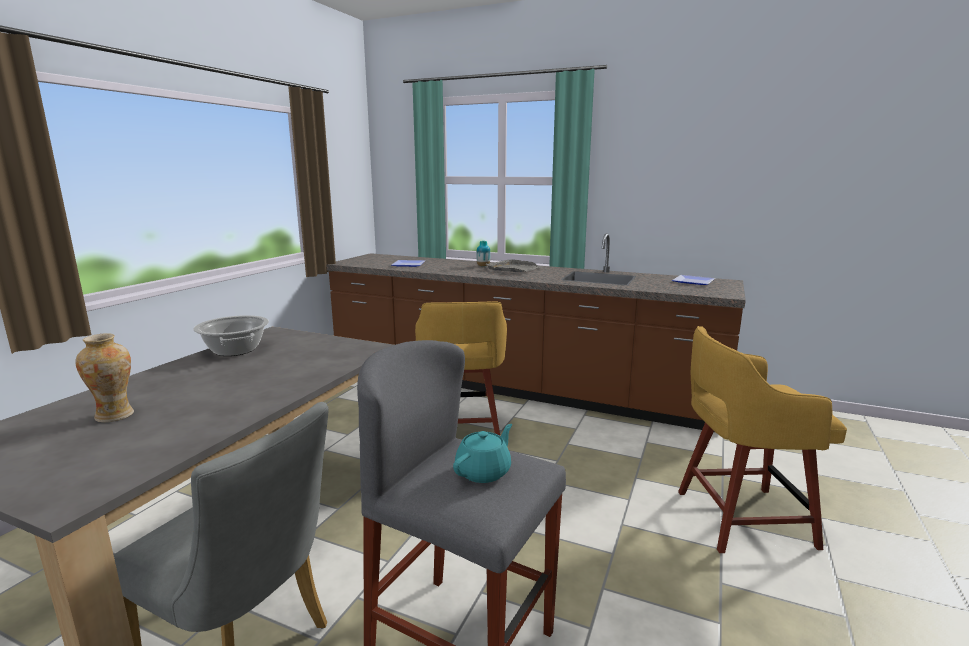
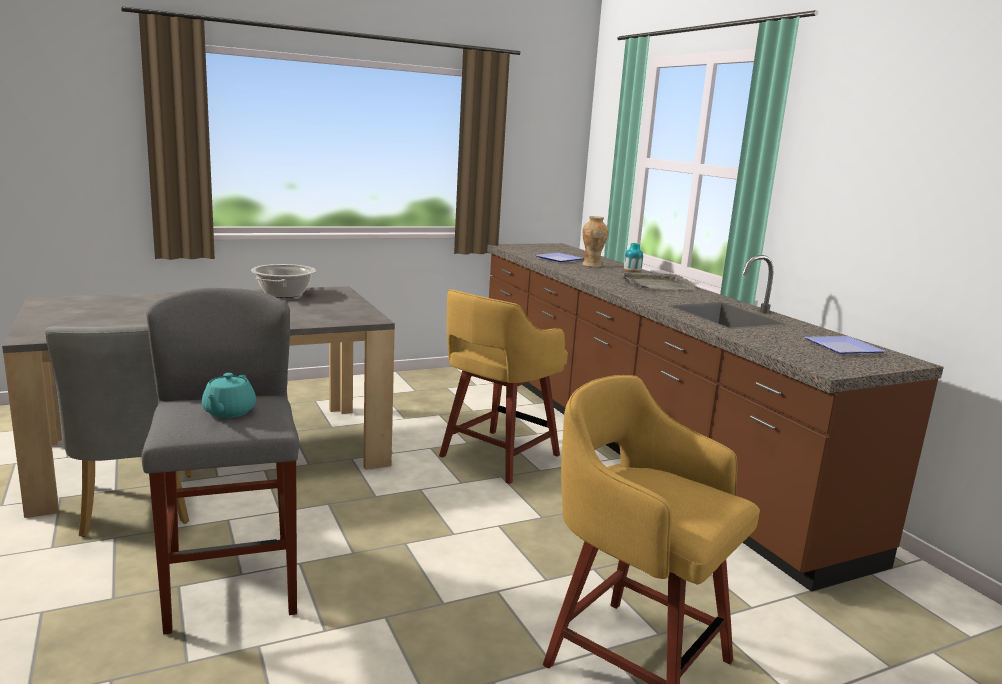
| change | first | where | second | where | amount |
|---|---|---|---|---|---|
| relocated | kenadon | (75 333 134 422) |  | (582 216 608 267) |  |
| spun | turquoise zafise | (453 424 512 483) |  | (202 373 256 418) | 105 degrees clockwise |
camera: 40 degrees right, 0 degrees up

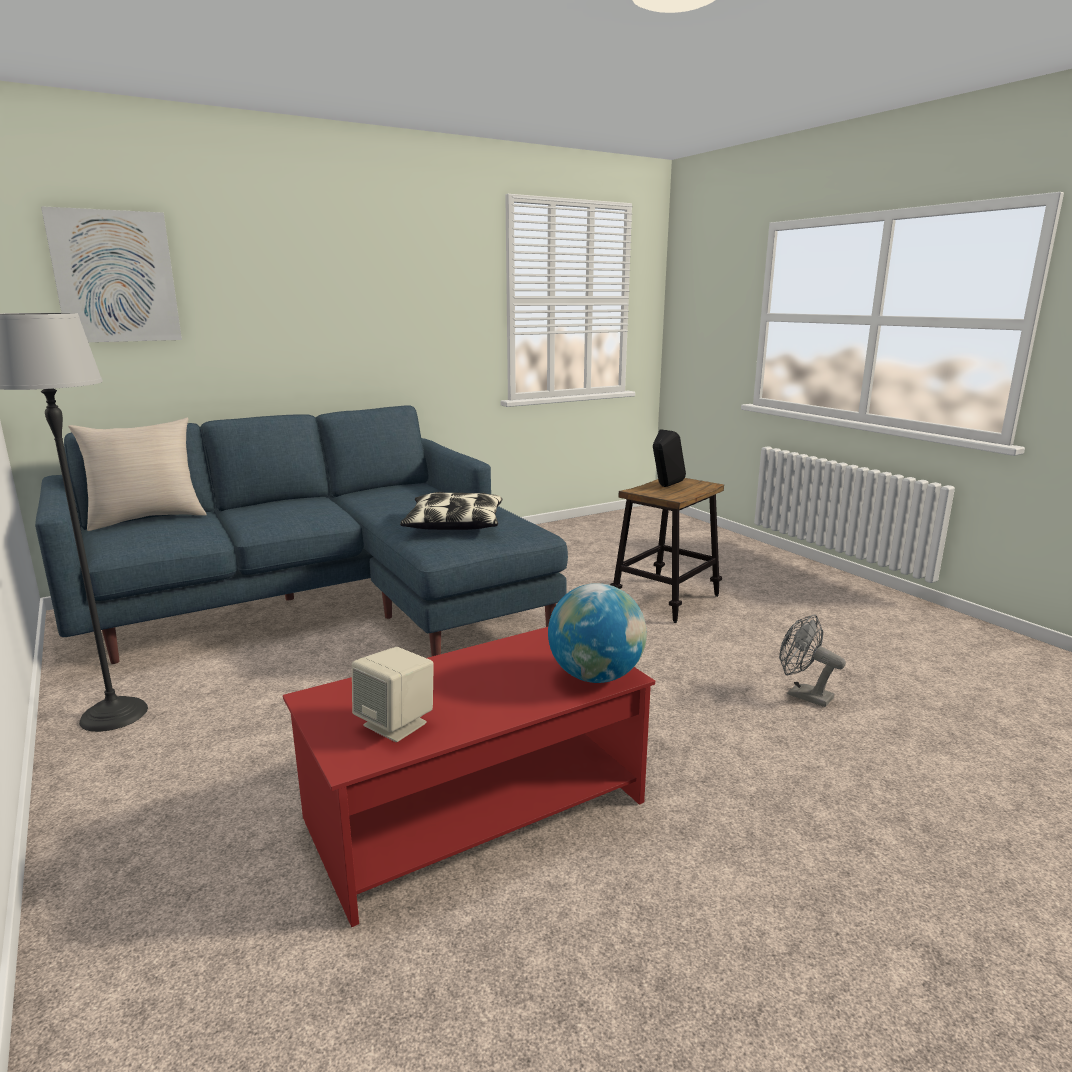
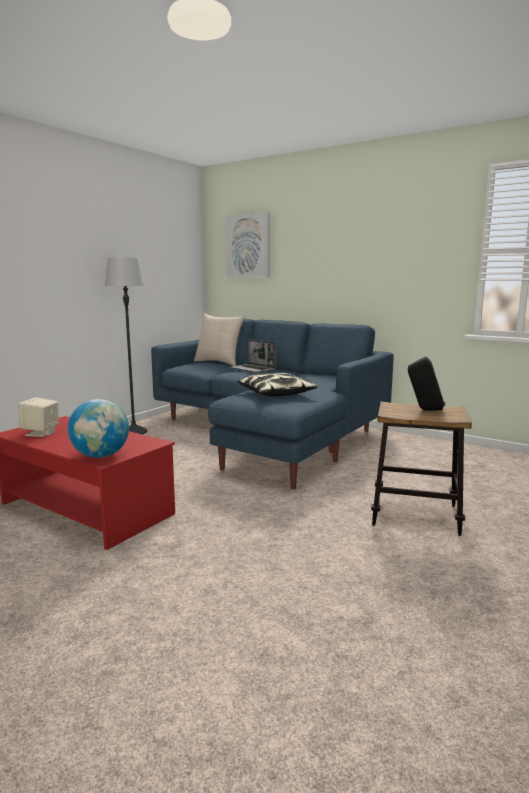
| change | first | where | second | where | amount |
|---|---|---|---|---|---|
| missing | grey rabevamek | (779 615 846 707) |  |  |  |
| appeared |  |  | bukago | (230 339 276 373) |  |
camera: 65 degrees right, 5 degrees down

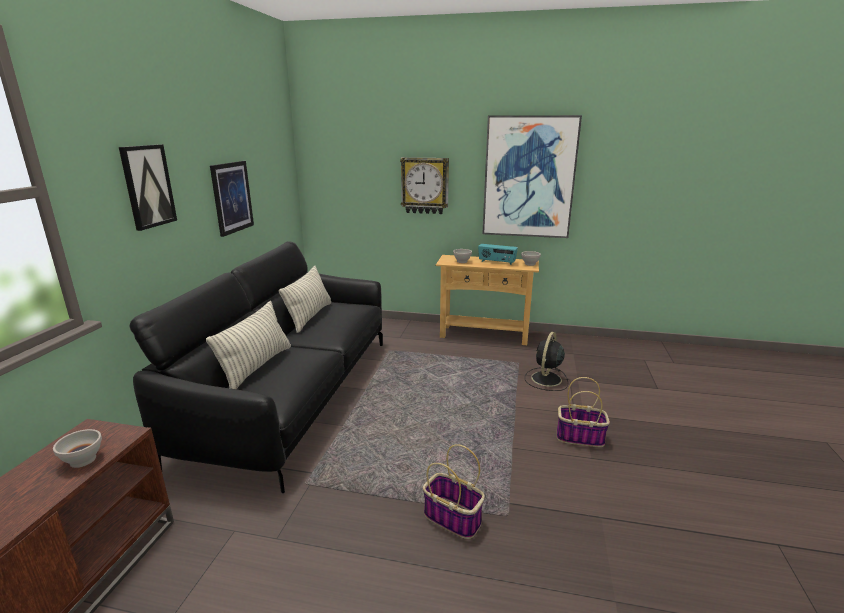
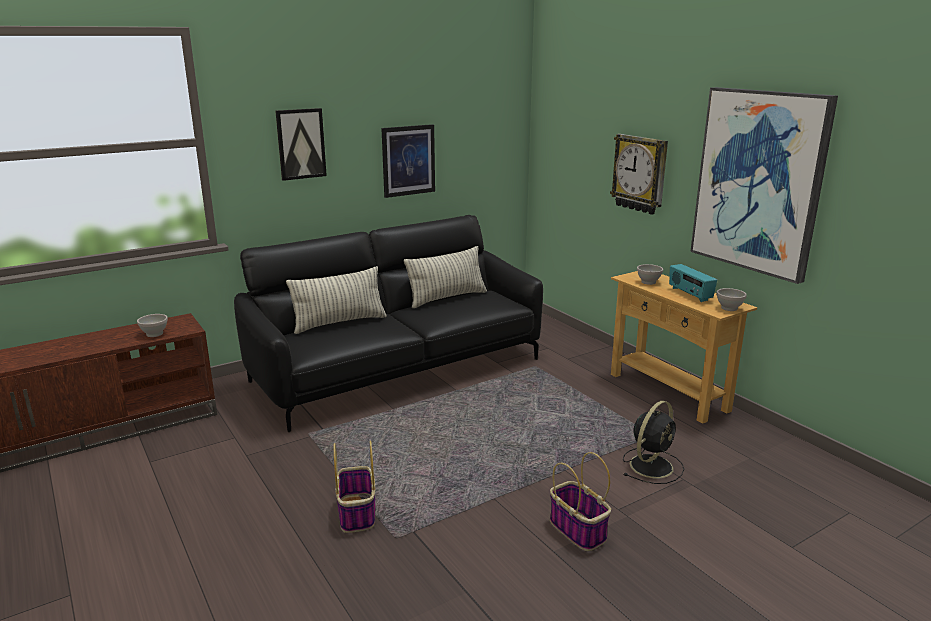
| change | first | where | second | where | amount |
|---|---|---|---|---|---|
| spun | black rabevamek | (525 332 568 391) |  | (623 401 684 484) | 150 degrees clockwise |
camera: 45 degrees right, 0 degrees up

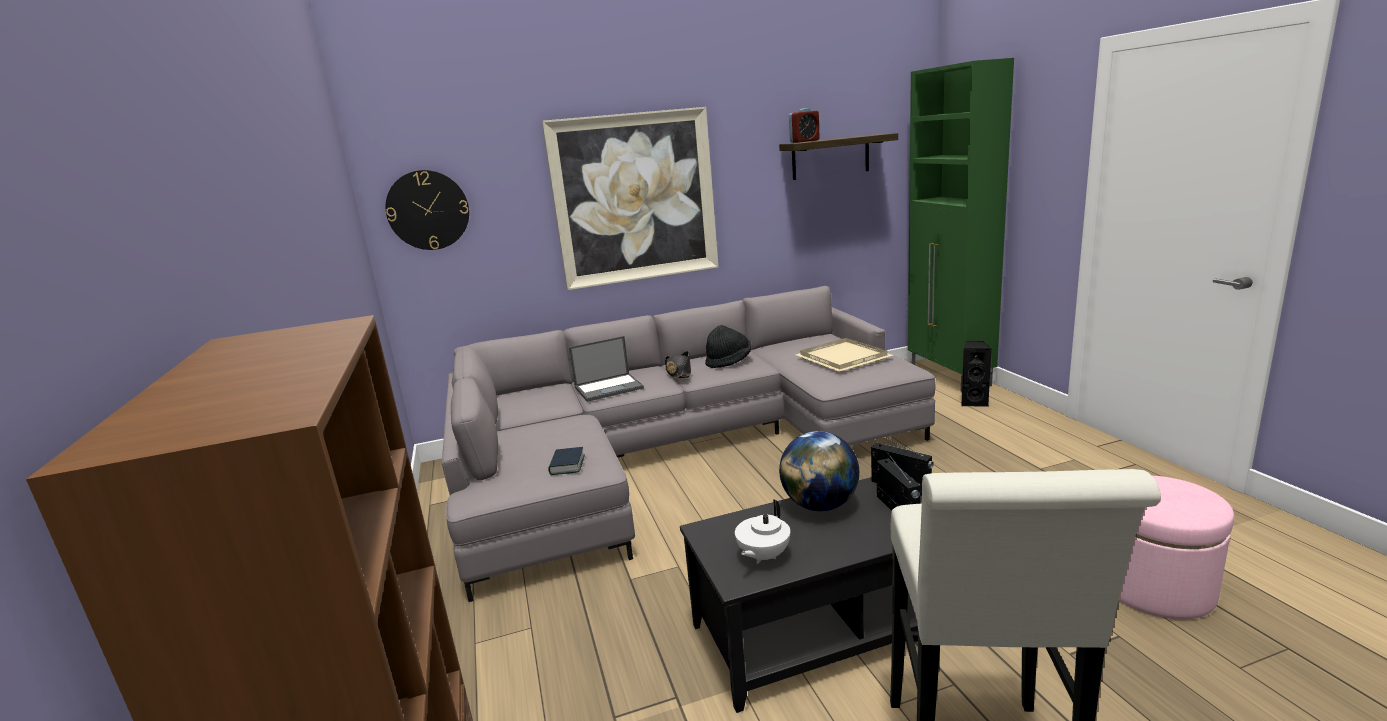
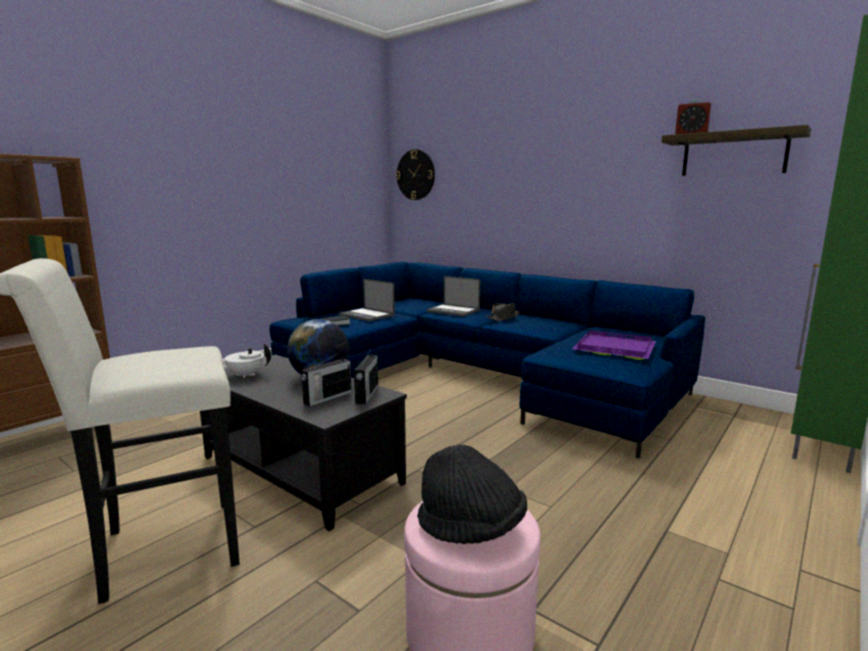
| change | first | where | second | where | amount |
|---|---|---|---|---|---|
| missing | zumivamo | (542 107 718 290) |  |  |  |
| missing | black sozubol | (961 341 992 407) |  |  |  |
| appeared |  |  | bukago | (339 278 395 322) |  |
| relocated | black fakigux | (705 325 751 368) |  | (417 445 527 544) |  |
| colour | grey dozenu | (442 286 936 602) | blue dozenu | (270 262 705 458) |  |
| colour | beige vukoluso | (796 338 893 372) | purple vukoluso | (572 330 656 360) |  |
camera: 55 degrees right, 5 degrees down

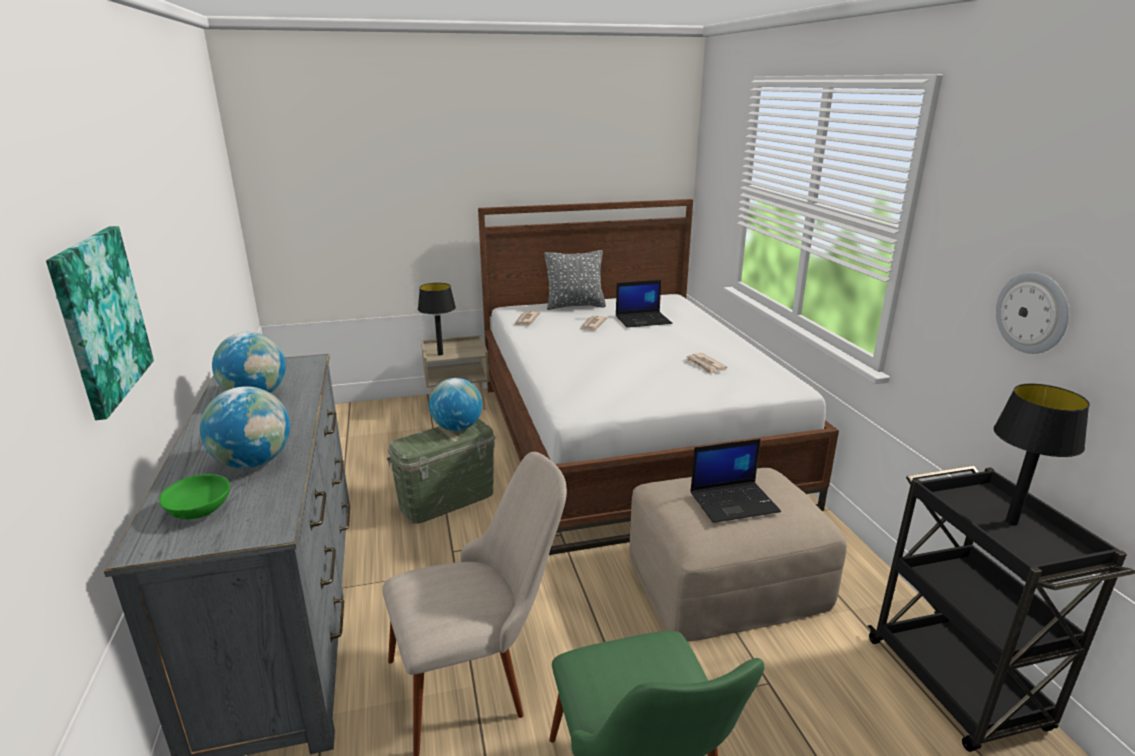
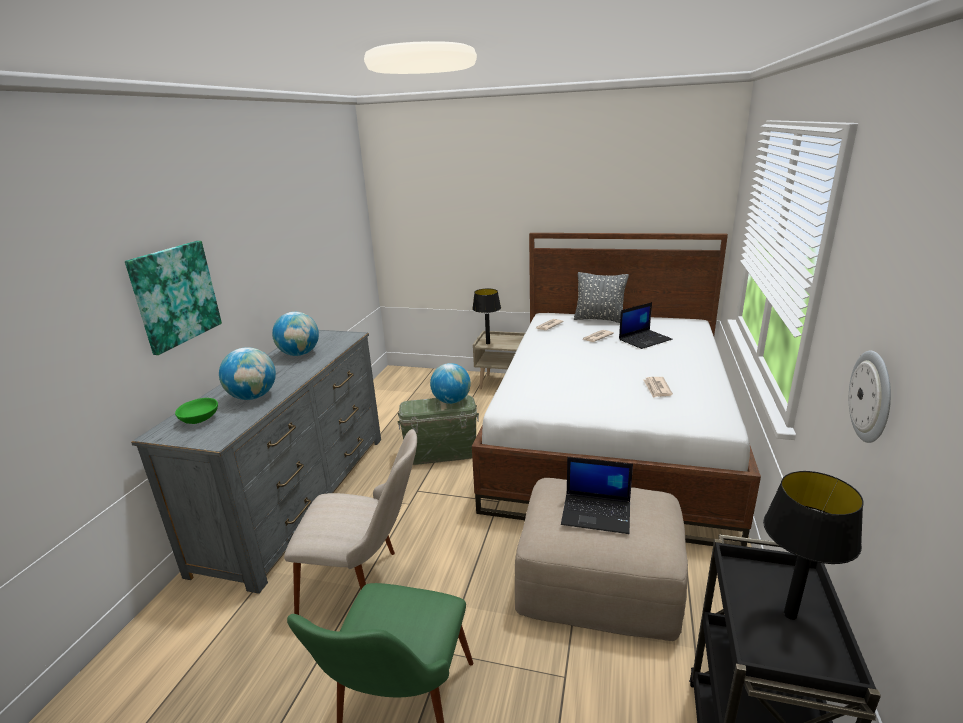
| change | first | where | second | where | amount |
|---|---|---|---|---|---|
| spun | bukago | (616 280 672 328) |  | (619 302 672 349) | 45 degrees counterclockwise |
camera: 30 degrees right, 0 degrees up

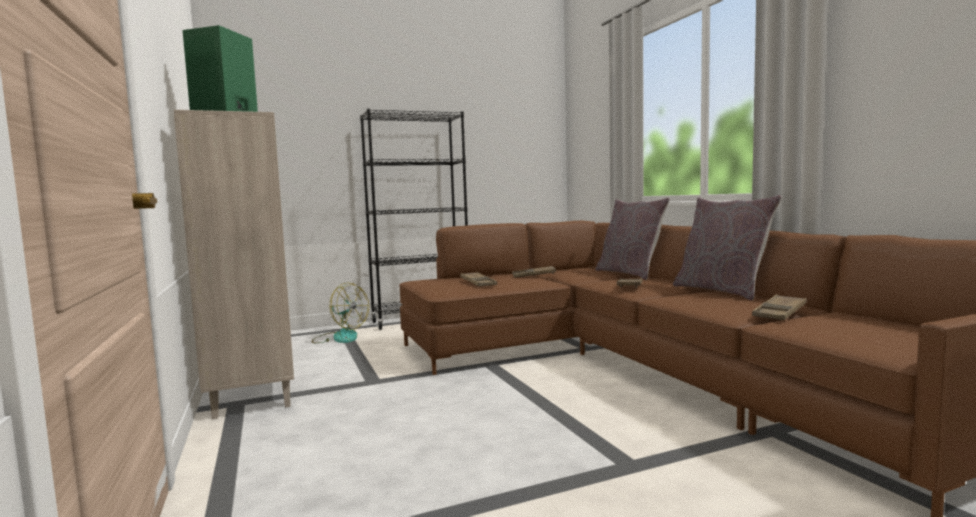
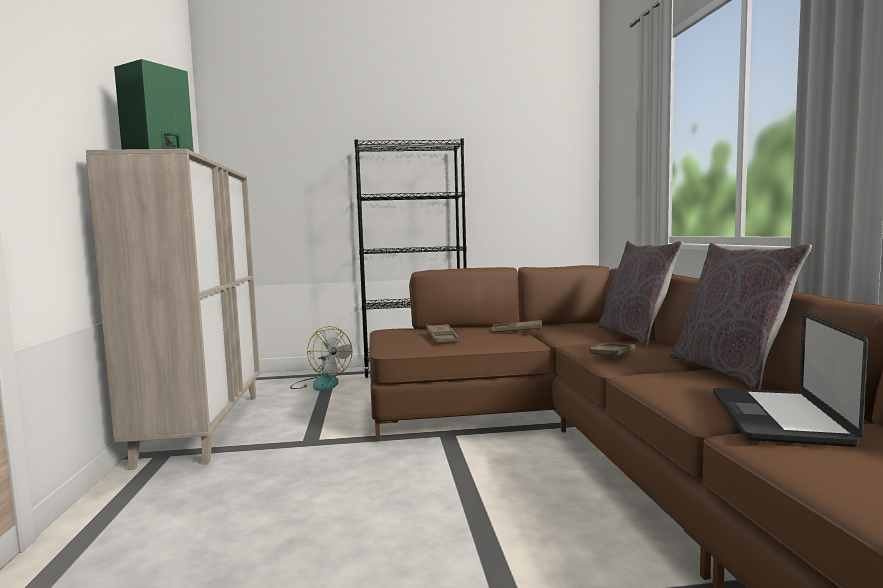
| change | first | where | second | where | amount |
|---|---|---|---|---|---|
| exchanged | brown vukoluso | (752 294 807 320) | bukago | (713 313 868 447) |  |
camera: 15 degrees right, 0 degrees up

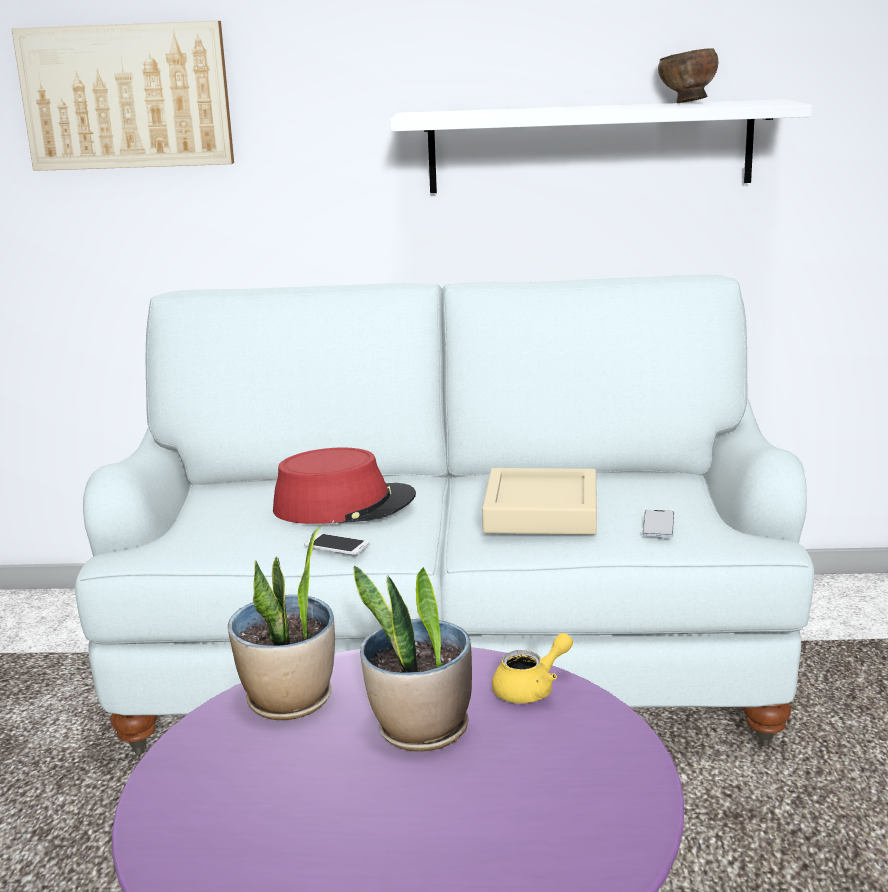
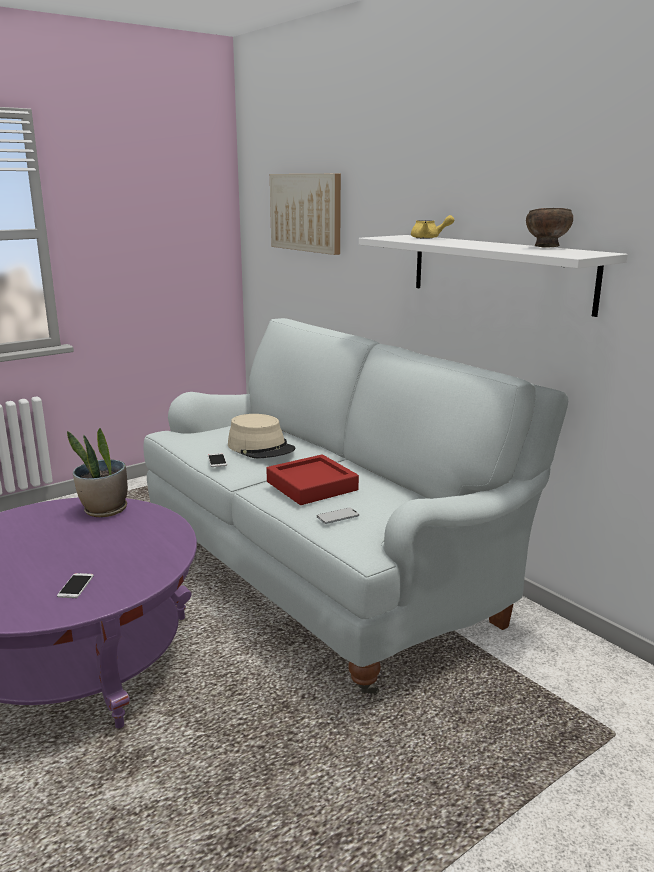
| change | first | where | second | where | amount |
|---|---|---|---|---|---|
| missing | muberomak | (353 565 472 752) |  |  |  |
| appeared |  |  | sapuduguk | (57 573 94 598) |  |
| relocated | yellow zafise | (492 633 573 704) |  | (411 215 454 239) |  |
| colour | red fakigux | (273 448 416 524) | beige fakigux | (228 414 295 458) |  |
| colour | beige vukoluso | (482 468 597 535) | red vukoluso | (266 455 359 505) |  |
camera: 50 degrees right, 0 degrees up

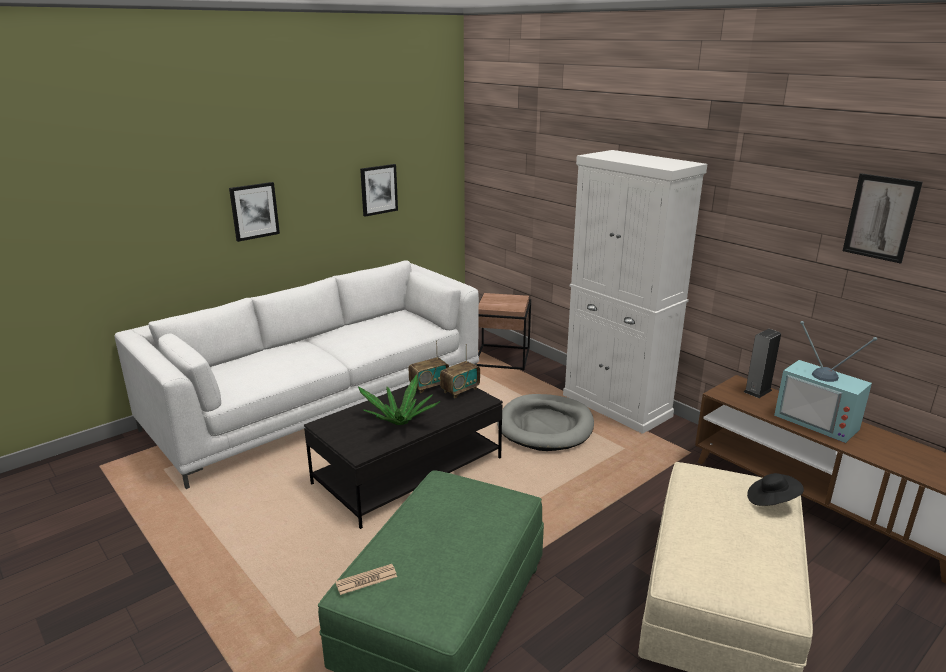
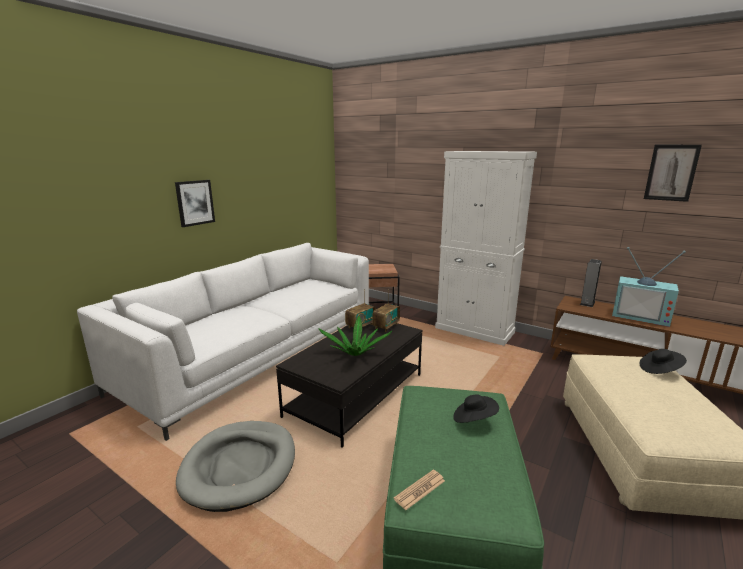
| change | first | where | second | where | amount |
|---|---|---|---|---|---|
| missing | zumivamo | (360 164 398 217) |  |  |  |
| appeared |  |  | black fakigux | (453 394 499 423) |  |
| relocated | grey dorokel | (497 394 594 451) |  | (176 421 295 512) |  |
camera: 15 degrees left, 5 degrees down

